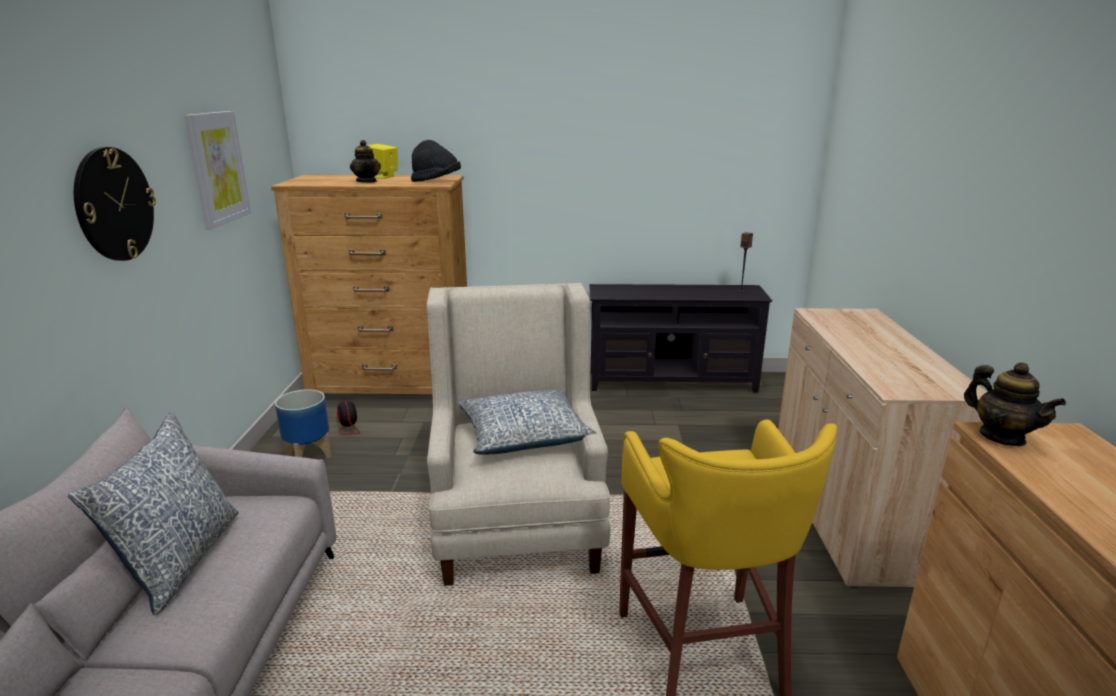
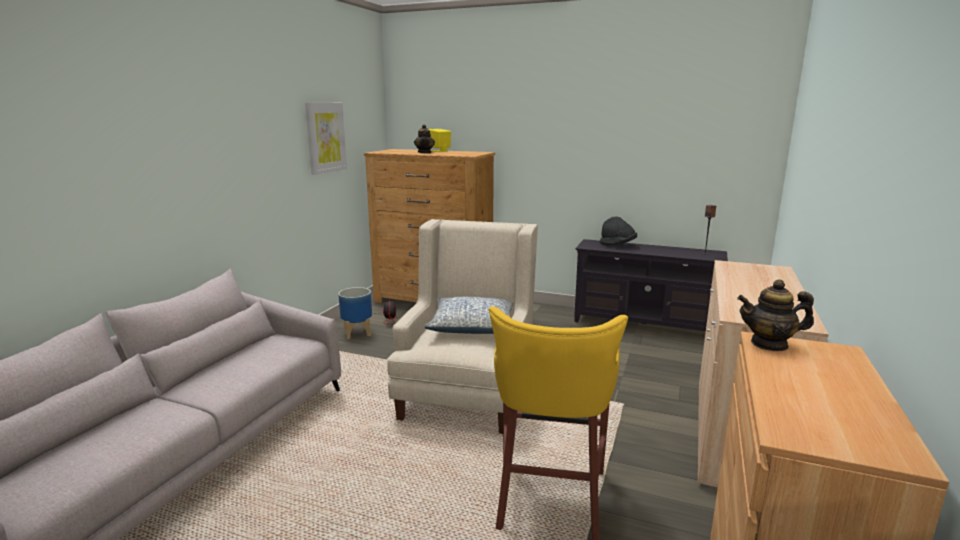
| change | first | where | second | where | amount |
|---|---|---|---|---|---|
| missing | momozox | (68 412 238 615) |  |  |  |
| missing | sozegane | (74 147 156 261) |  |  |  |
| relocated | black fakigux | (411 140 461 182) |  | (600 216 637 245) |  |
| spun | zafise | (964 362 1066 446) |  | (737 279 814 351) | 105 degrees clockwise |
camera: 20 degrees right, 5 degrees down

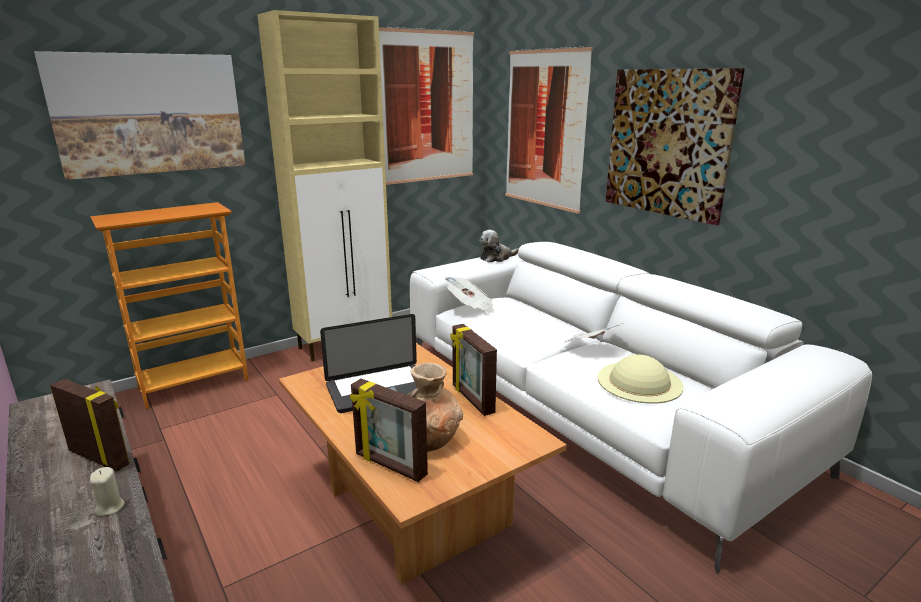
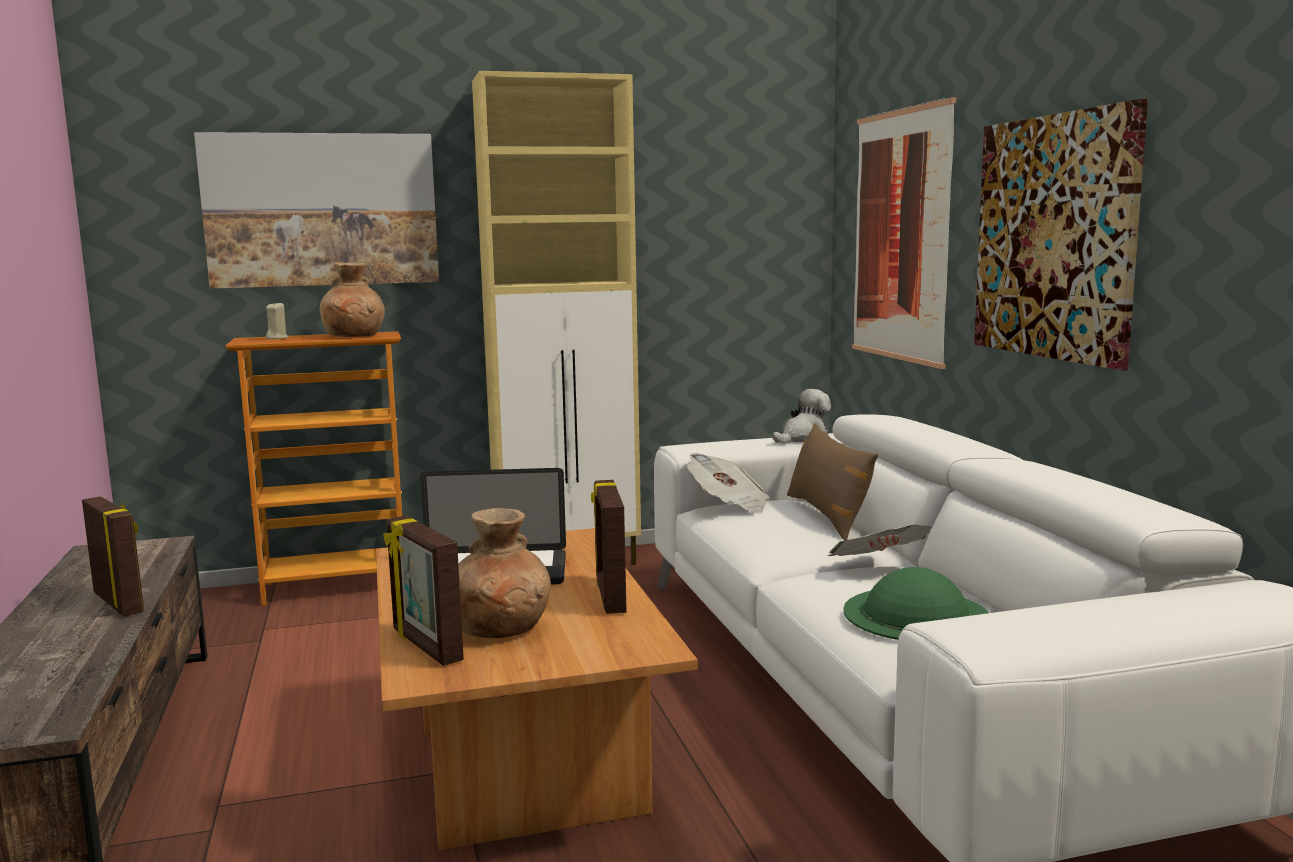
| change | first | where | second | where | amount |
|---|---|---|---|---|---|
| missing | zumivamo | (379 27 474 185) |  |  |  |
| appeared |  |  | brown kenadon | (320 262 385 337) |  |
| appeared |  |  | brown momozox | (787 423 878 540) |  |
| relocated | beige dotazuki | (90 467 125 517) |  | (266 301 289 339) |  |
| colour | beige fakigux | (598 355 684 404) | green fakigux | (843 567 989 640) |  |
| spun | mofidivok | (479 230 519 262) |  | (772 389 831 443) | 150 degrees clockwise |
camera: 20 degrees right, 10 degrees down

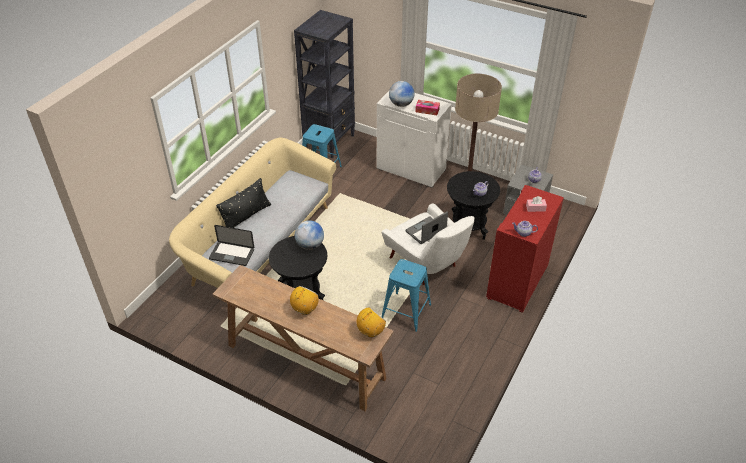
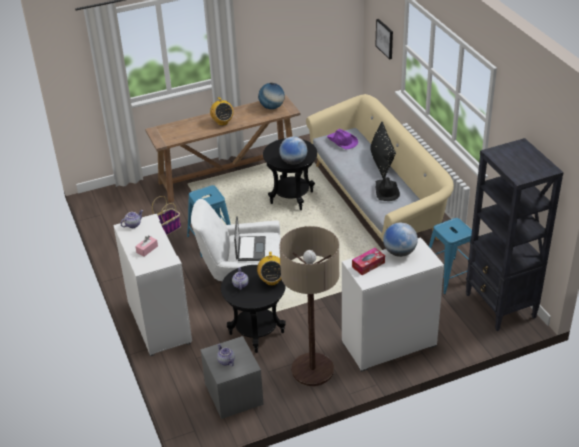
| change | first | where | second | where | amount |
|---|---|---|---|---|---|
| appeared |  |  | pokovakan | (152 196 181 235) |  |
| appeared |  |  | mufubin | (258 83 285 109) |  |
| appeared |  |  | zumivamo | (376 19 393 60) |  |
| appeared |  |  | black fakigux | (376 177 400 201) |  |
| relocated | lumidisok | (356 307 386 337) |  | (257 252 282 286) |  |
| exchanged | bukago | (209 225 254 266) | purple fakigux | (327 129 358 150) |  |
| colour | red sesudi | (486 185 564 313) | white sesudi | (113 214 192 356) |  |
camera: 130 degrees right, 5 degrees down

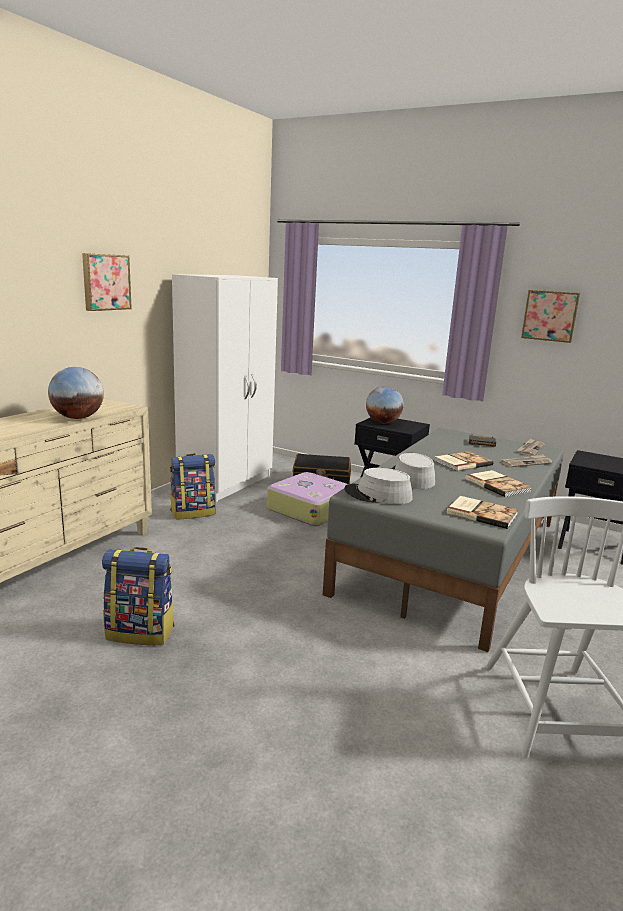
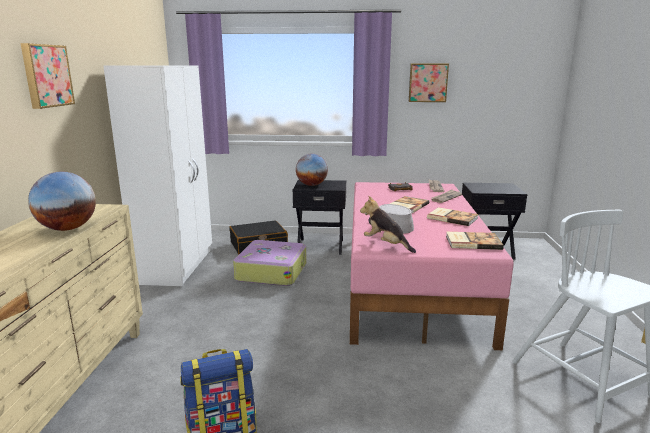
| change | first | where | second | where | amount |
|---|---|---|---|---|---|
| missing | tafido | (170 454 216 520) |  |  |  |
| exchanged | grey fakigux | (344 468 413 504) | mofidivok | (360 196 416 253) |  |
| colour | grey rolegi | (323 428 564 652) | pink rolegi | (350 182 514 350) |  |
camera: 25 degrees left, 0 degrees up

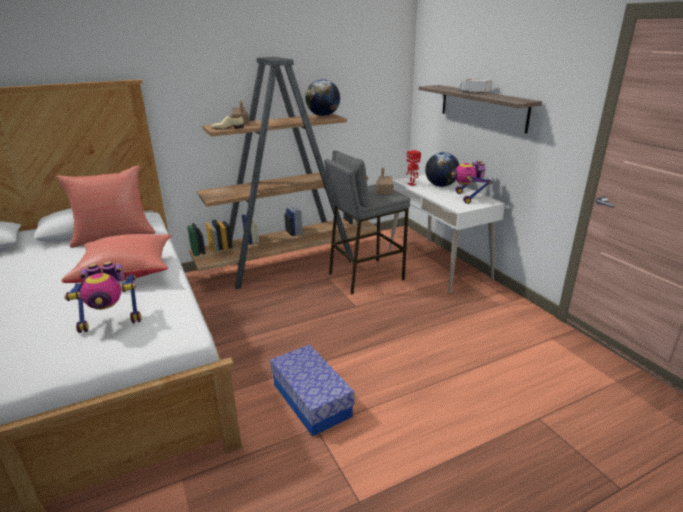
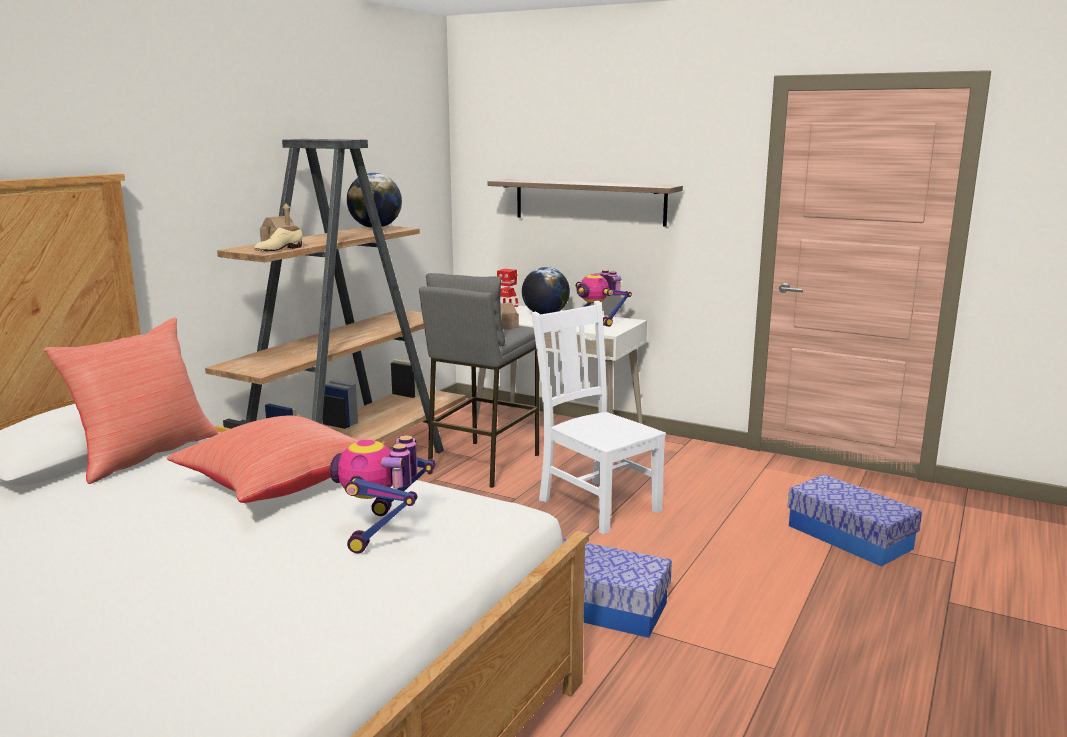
| change | first | where | second | where | amount |
|---|---|---|---|---|---|
| missing | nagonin | (459 79 492 94) |  |  |  |
| appeared |  |  | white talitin | (532 301 666 534) |  |
| appeared |  |  | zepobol | (787 474 922 567) |  |
| spun | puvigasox | (64 261 141 333) |  | (330 435 436 553) | 150 degrees clockwise |
camera: 35 degrees left, 10 degrees down

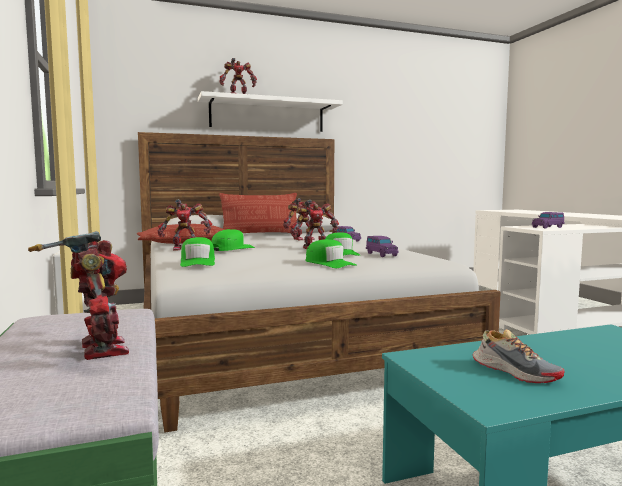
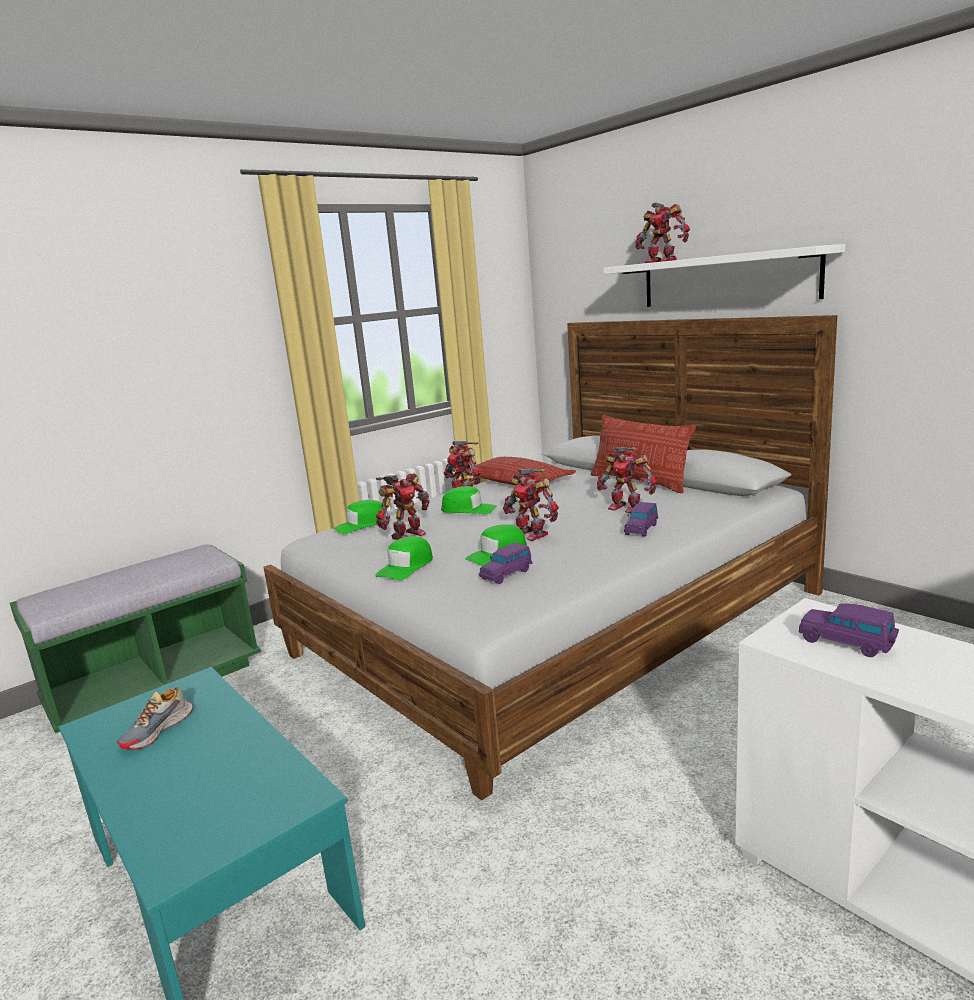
| change | first | where | second | where | amount |
|---|---|---|---|---|---|
| relocated | puvigasox | (28 231 129 360) |  | (376 473 430 540) |  |
camera: 70 degrees right, 10 degrees up

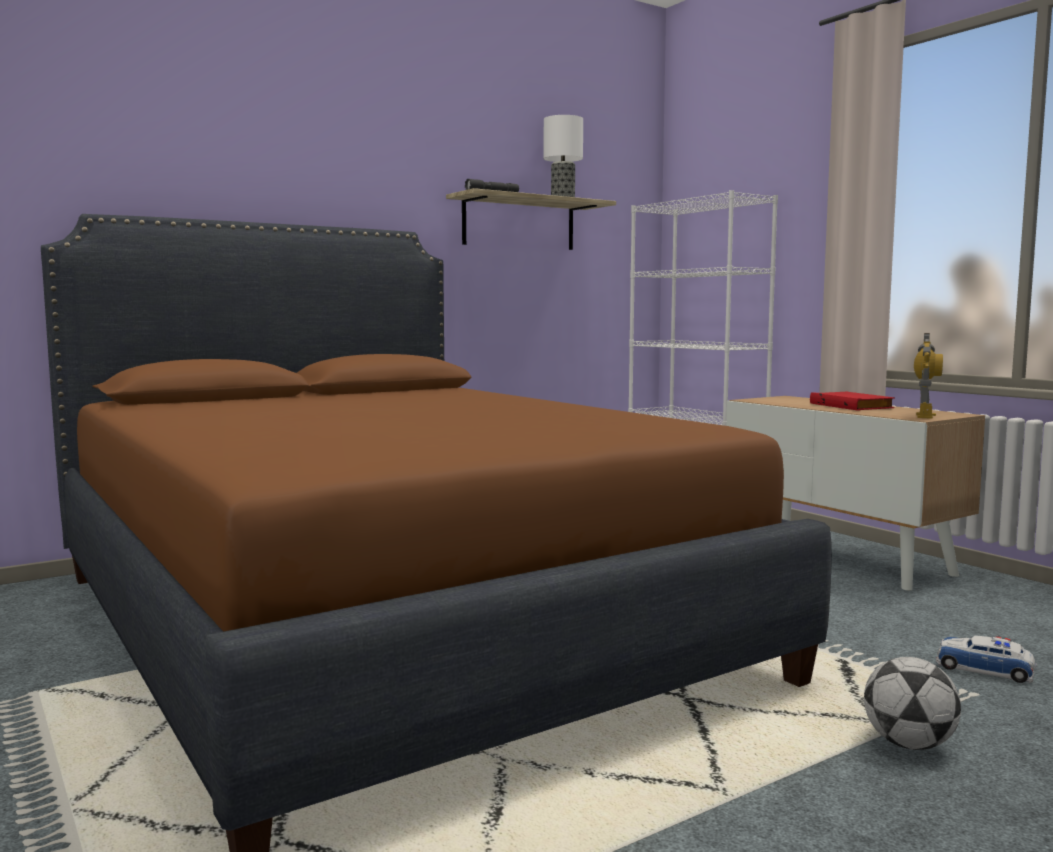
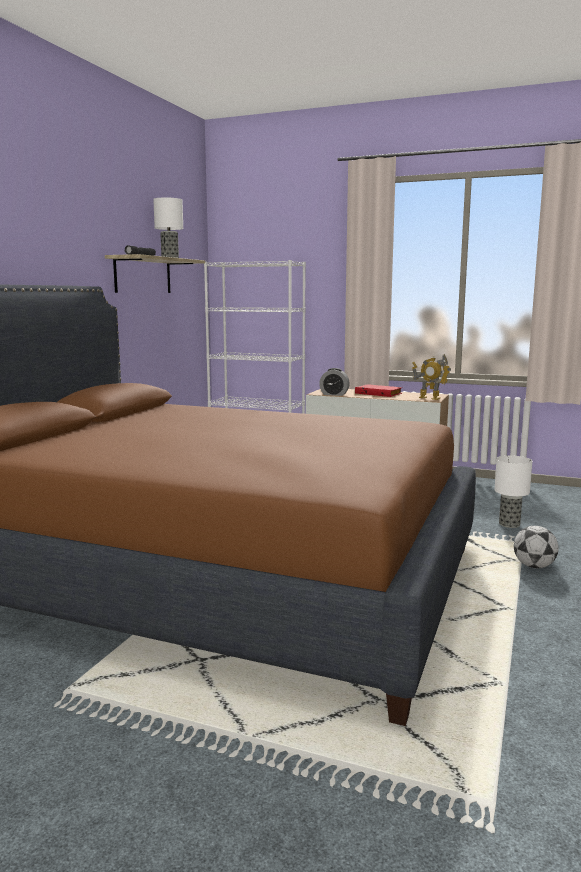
| change | first | where | second | where | amount |
|---|---|---|---|---|---|
| appeared |  |  | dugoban | (319 368 350 396) |  |
| exchanged | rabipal | (936 635 1037 683) | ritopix | (494 455 532 528) |  |
| spun | puvigasox | (914 333 943 419) |  | (412 354 451 400) | 135 degrees clockwise |
camera: 35 degrees left, 5 degrees up

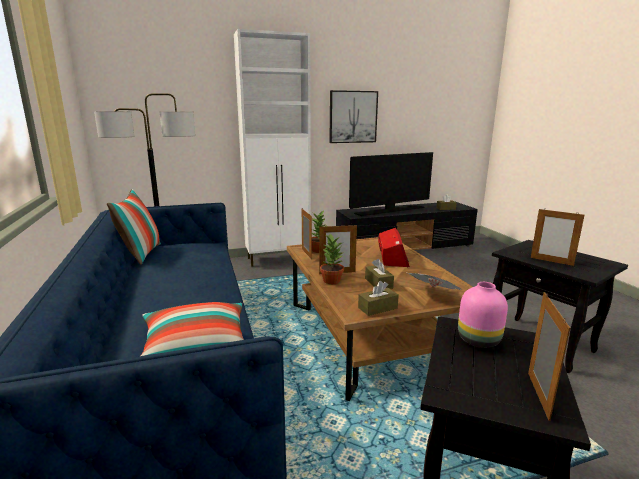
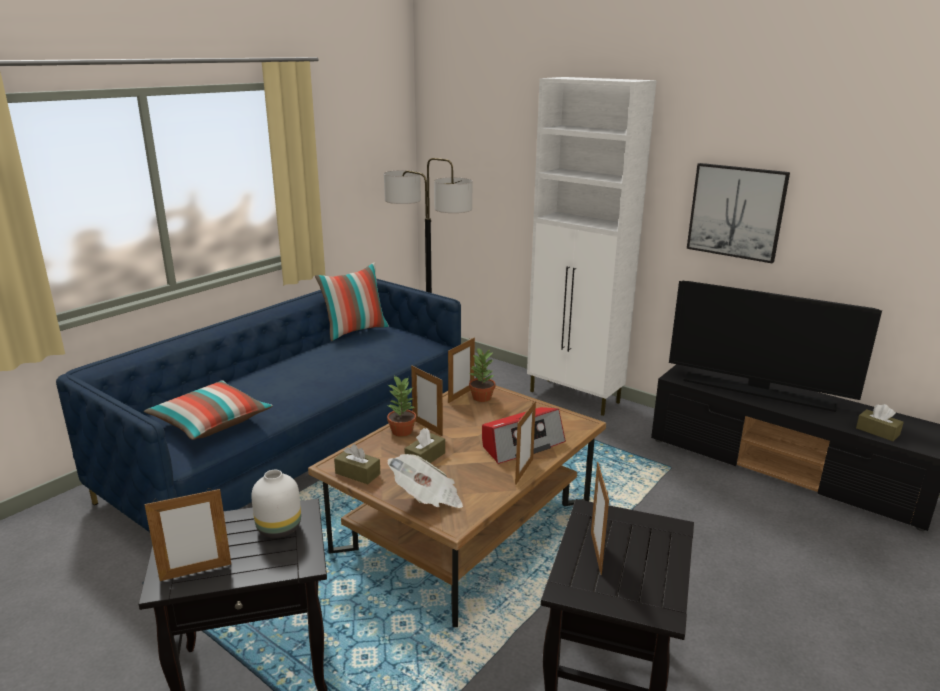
| change | first | where | second | where | amount |
|---|---|---|---|---|---|
| appeared |  |  | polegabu | (515 400 536 485) |  |
| colour | pink kenadon | (458 282 508 348) | white kenadon | (251 470 301 538) |  |
camera: 55 degrees right, 5 degrees up

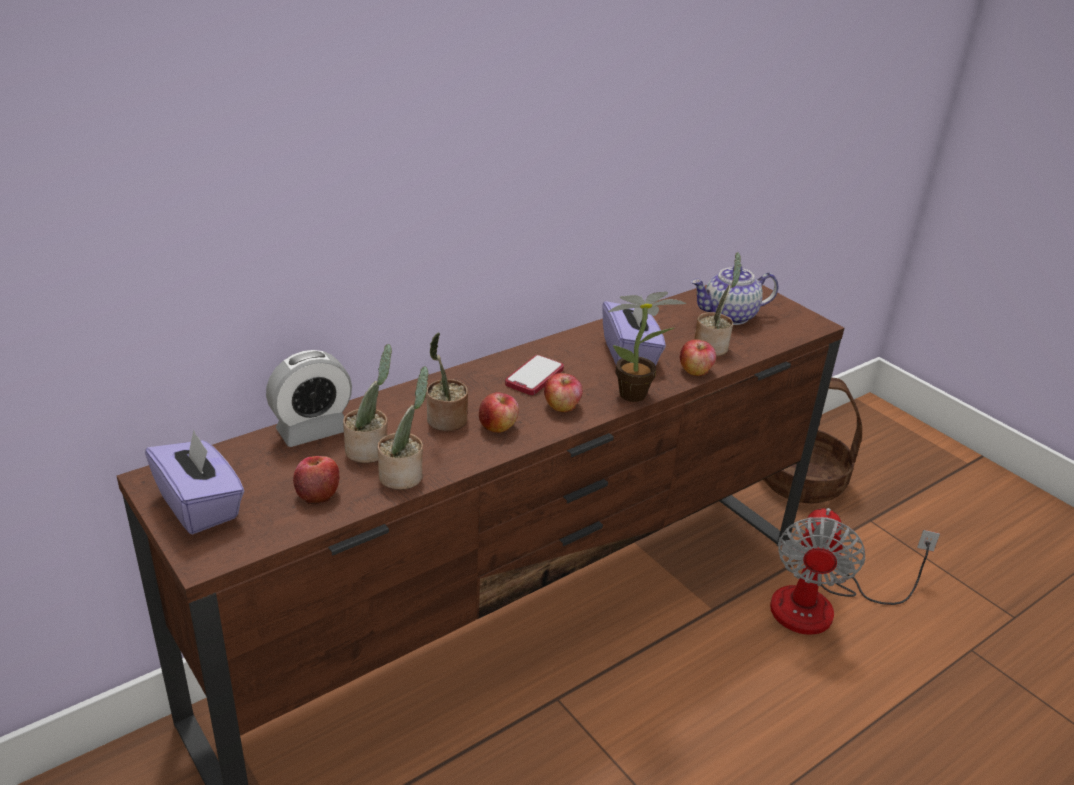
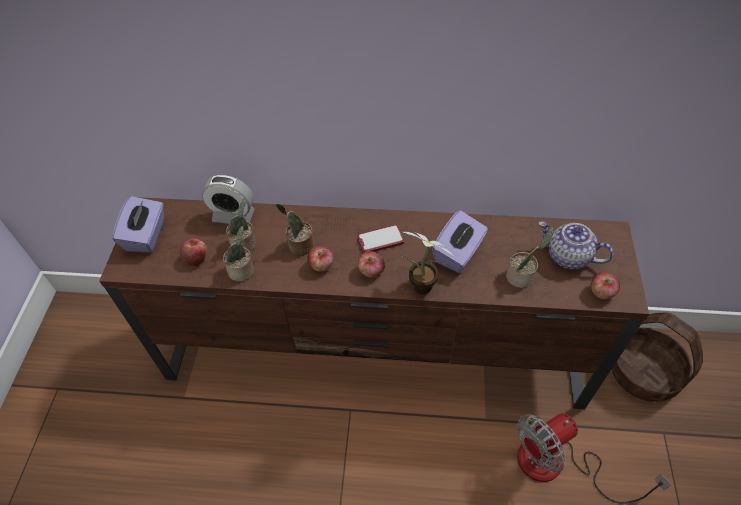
| change | first | where | second | where | amount |
|---|---|---|---|---|---|
| relocated | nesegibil | (680 339 716 376) |  | (591 272 620 300) |  |
camera: 45 degrees right, 20 degrees up

